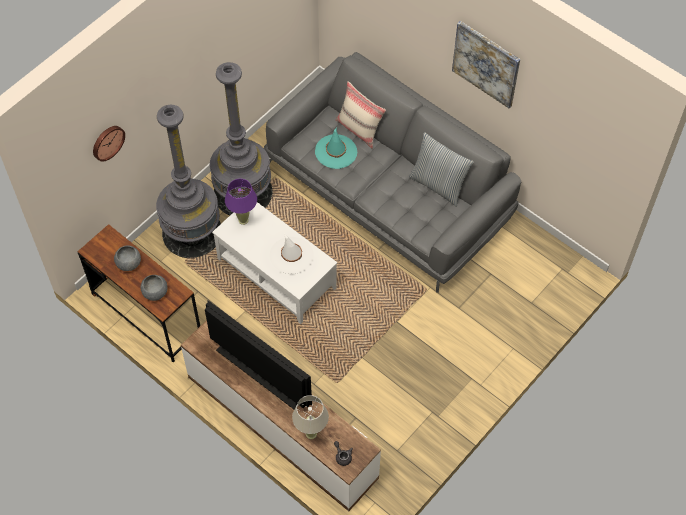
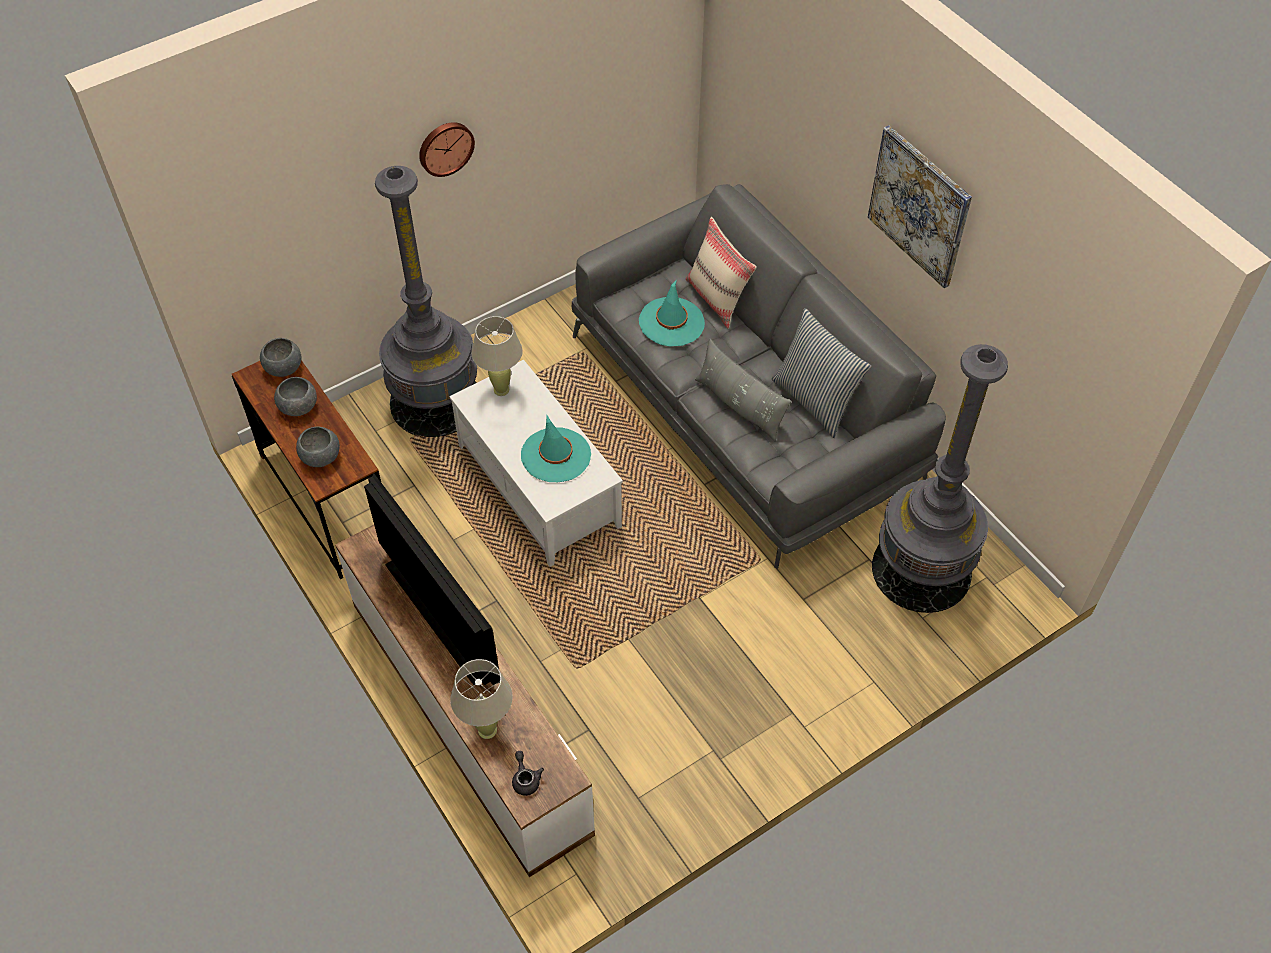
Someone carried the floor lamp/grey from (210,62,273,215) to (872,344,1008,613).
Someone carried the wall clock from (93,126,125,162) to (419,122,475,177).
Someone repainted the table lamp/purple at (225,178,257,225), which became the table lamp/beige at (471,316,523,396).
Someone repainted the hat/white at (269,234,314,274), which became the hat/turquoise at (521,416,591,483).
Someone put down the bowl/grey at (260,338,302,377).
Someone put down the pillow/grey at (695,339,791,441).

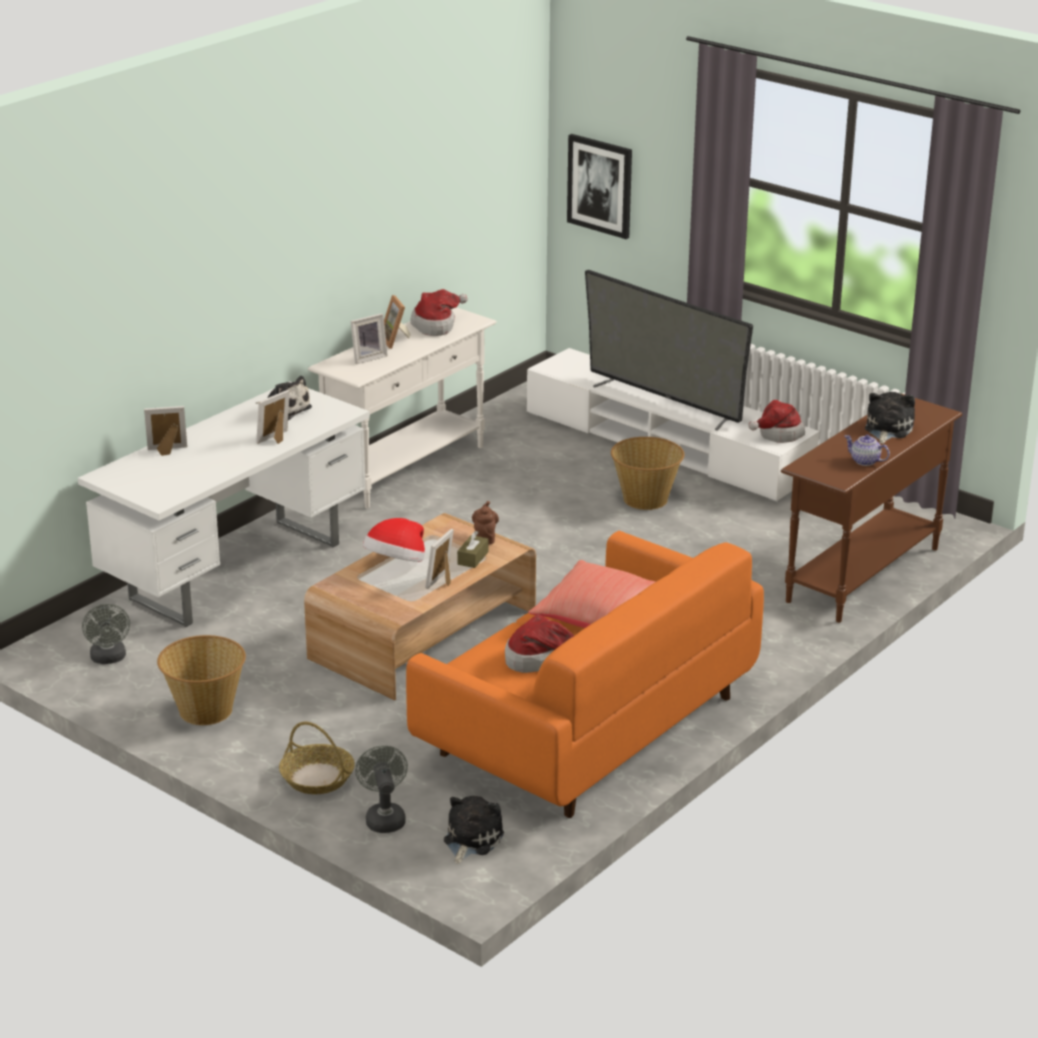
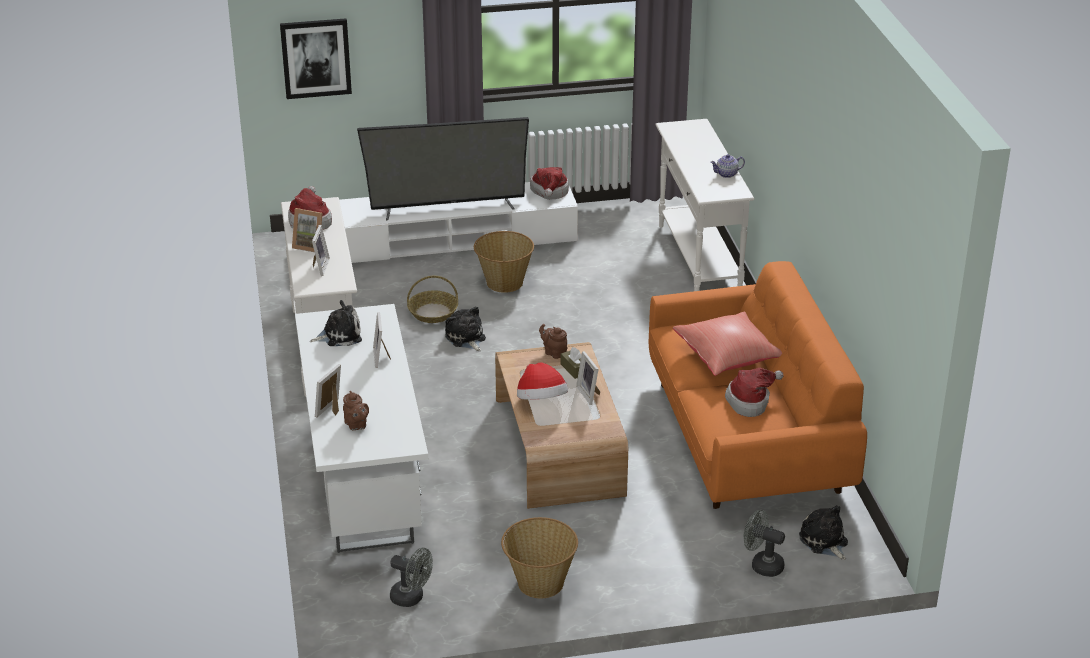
Someone carried the plush toy from (865,392,915,444) to (445,306,486,351).
Someone repainted the console table/brown at (781,394,962,623), which became the console table/white at (656,119,754,291).
Someone carried the basket from (279,722,355,794) to (407,276,458,323).
Someone put down the teapot/brown at (343,391,369,430).

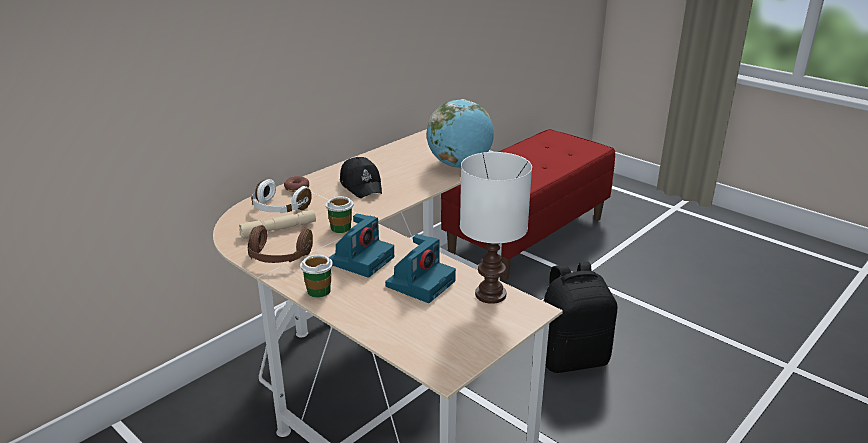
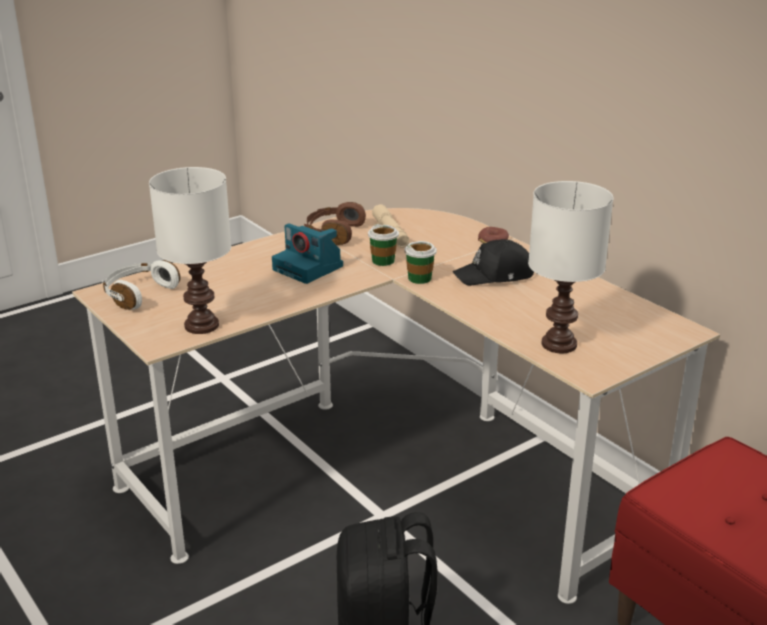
Someone swapped the globe at (427,99,494,168) for the table lamp/white at (528,181,614,353).
Someone carried the headphones/white from (251,179,312,213) to (102,260,180,310).
Someone took away the photo camera at (385,234,456,303).
Someone carried the cup from (300,254,333,298) to (404,241,437,284).

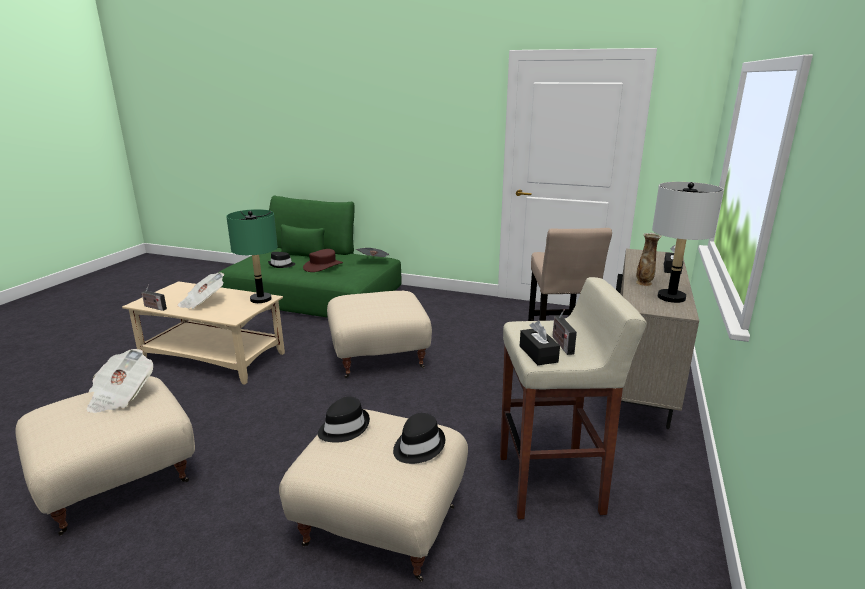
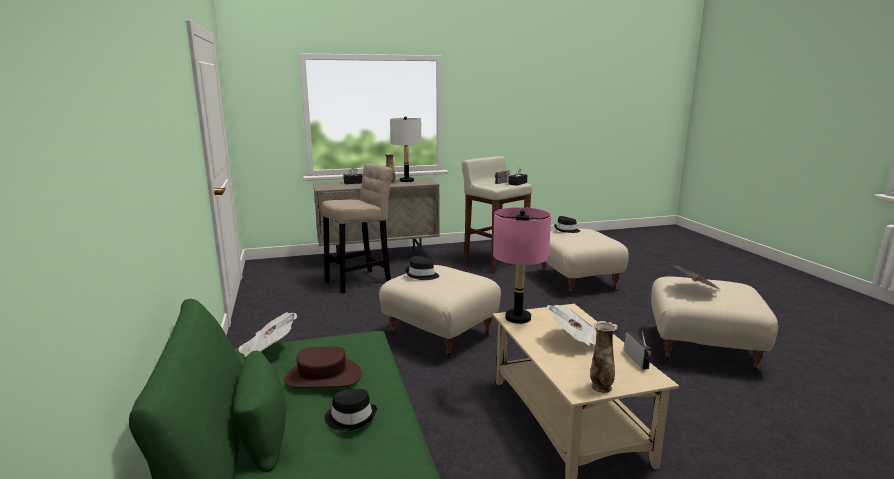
Someone repainted the table lamp/green at (226,209,278,303), which became the table lamp/pink at (493,207,551,324).
Someone carried the hat/black from (318,396,370,443) to (406,256,439,280).
Someone put down the vase at (590,321,618,393).

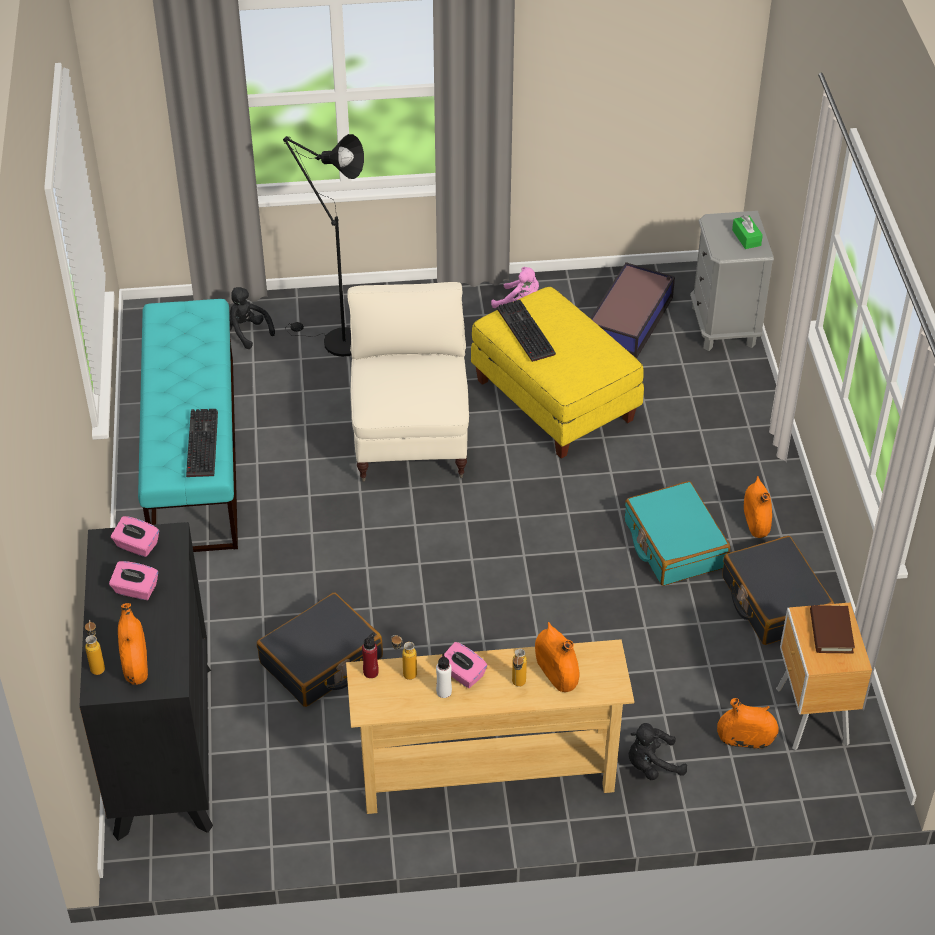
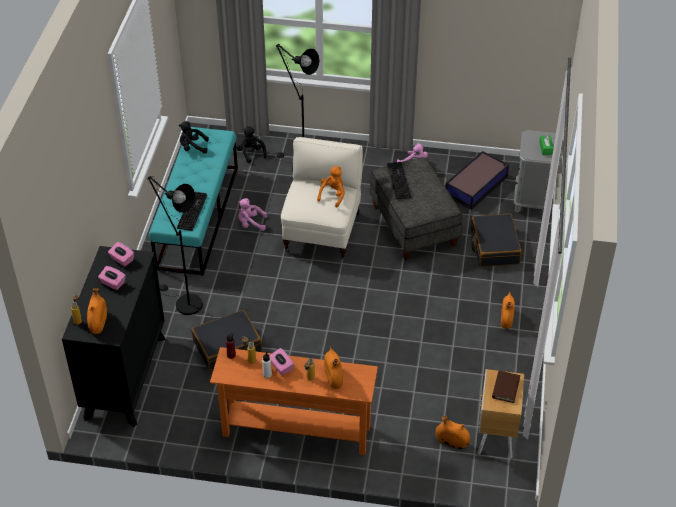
Someone repainted the ottoman/yellow at (471,287,644,459), which became the ottoman/grey at (370,157,463,260).
Someone took away the suitcase/turquoise at (625,481,730,586).
Someone carried the suitcase/black from (722,536,834,645) to (471,214,522,267).
Someone repainted the console table/beige at (346,639,634,814), which became the console table/orange at (210,347,378,455).
Someone carried the plush toy/black from (629,723,687,780) to (179,121,209,154).
Someone put down the plush toy/orange at (317,166,345,208).
Someone put down the floor lamp/black at (147,176,203,315).
Someone put down the plush toy/pink at (238,198,267,231).

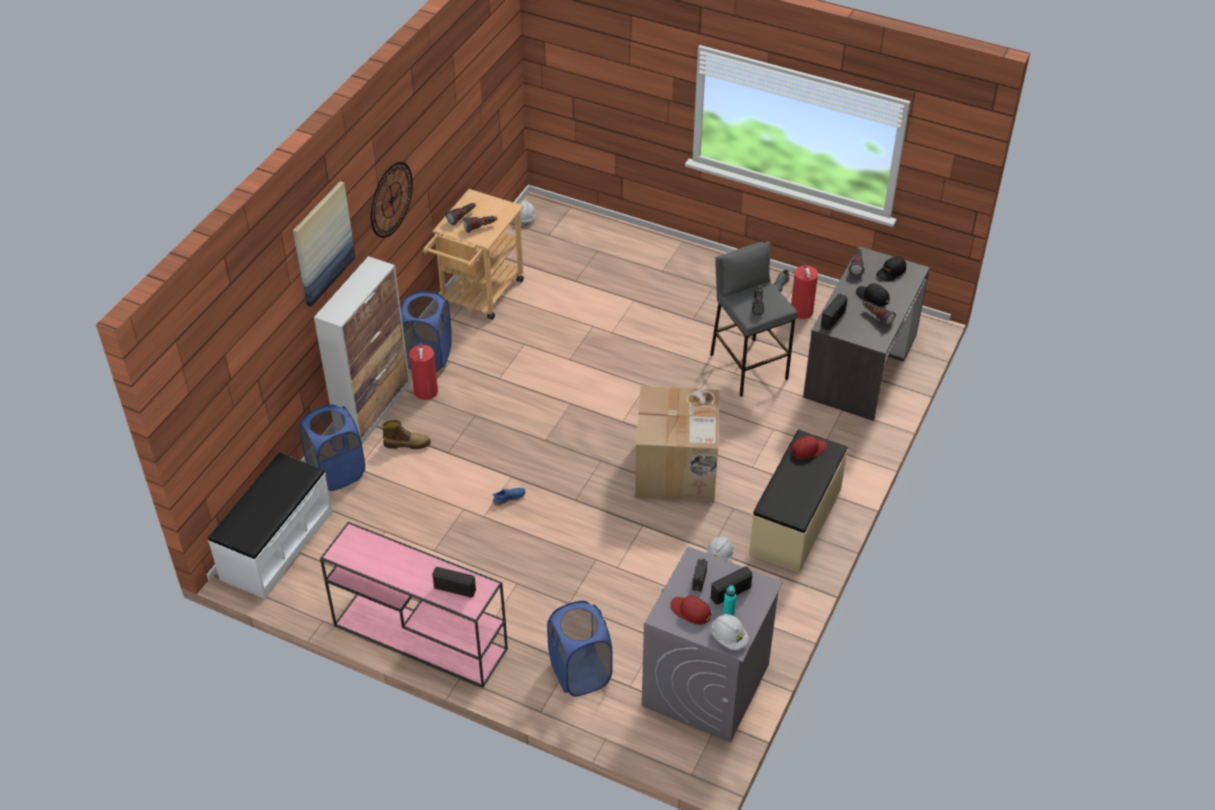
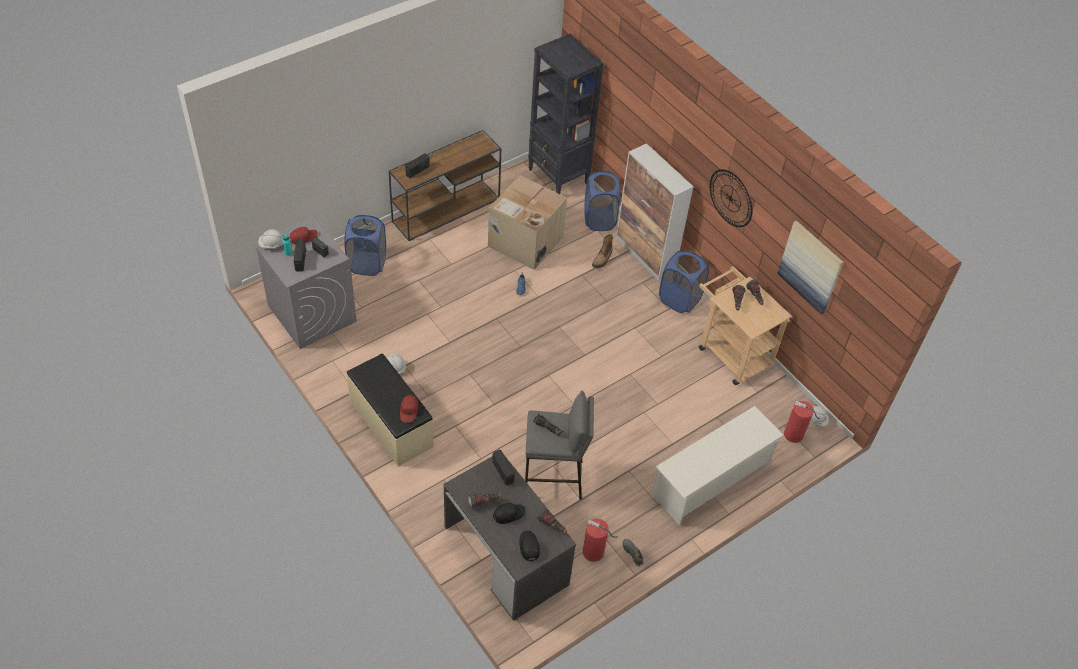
Someone carried the picture from (293,181,356,307) to (777,221,843,315).
Someone carried the fire extinguisher from (409,342,438,400) to (784,401,820,443).
Someone carried the cardboard box from (635,386,720,502) to (488,175,567,270).
Someone swapped the bench/white at (208,453,333,599) for the bookcase/black at (528,34,604,194).
Someone repainted the console table/pink at (320,522,508,688), which became the console table/brown at (389,130,501,241).
Someone put down the shoe rack/white at (651,406,784,525).

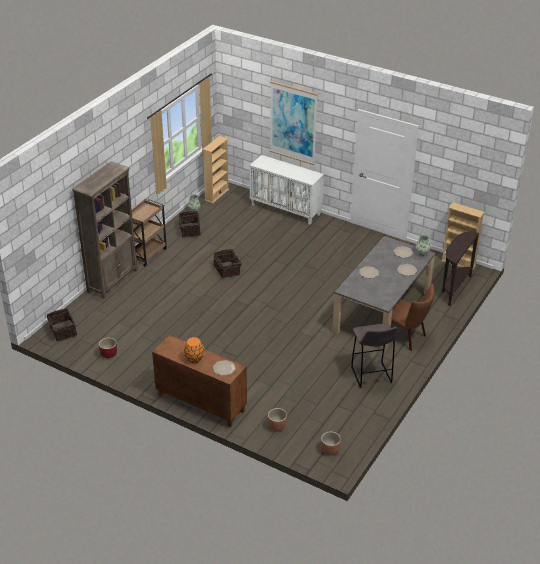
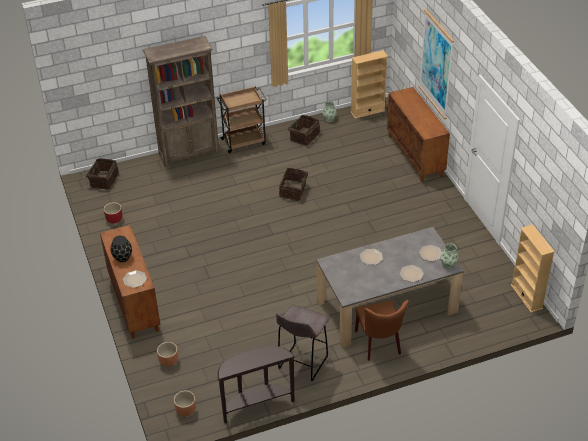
Someone repainted the cabinet/white at (250,155,324,225), which became the cabinet/brown at (387,87,450,182).
Someone carried the console table/brown from (442,232,479,306) to (218,346,295,423).
Someone repainted the vase/orange at (184,337,204,363), which became the vase/black at (110,236,132,262).

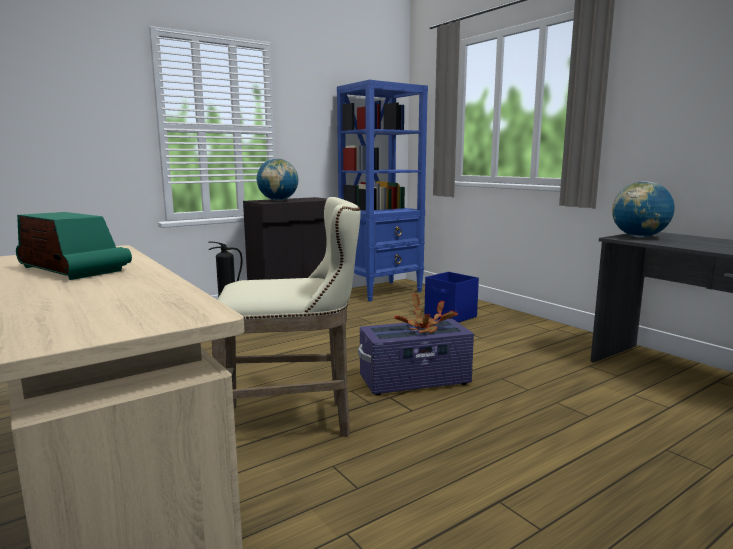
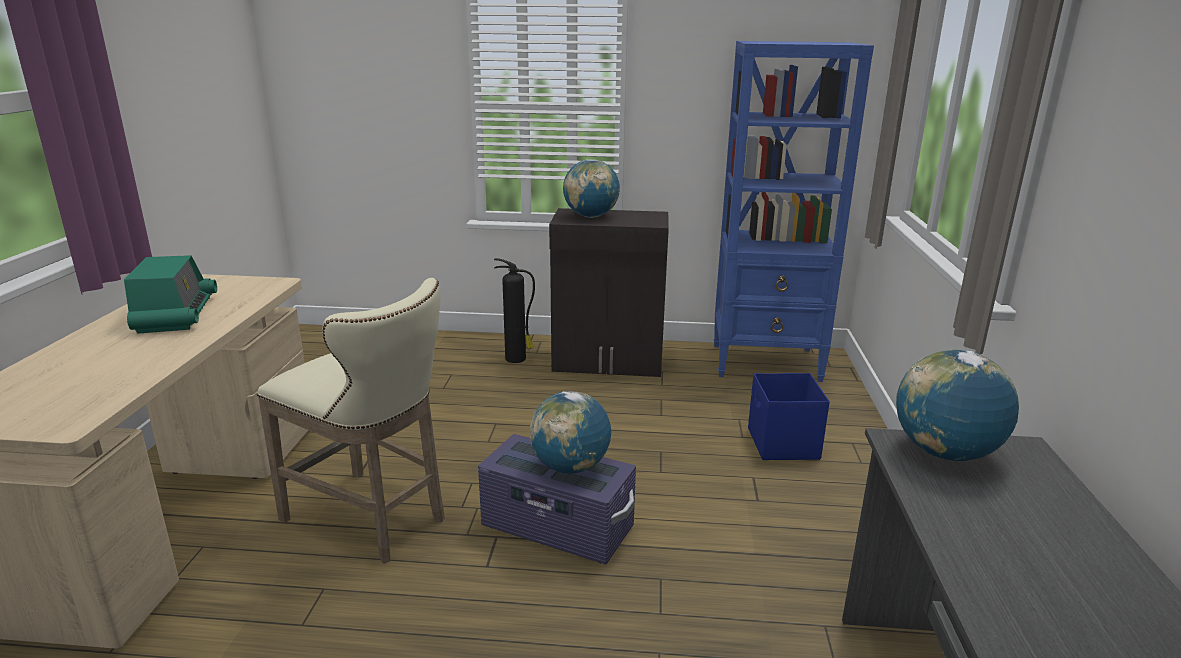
Someone swapped the potted plant at (394,293,458,333) for the globe at (529,391,611,474).

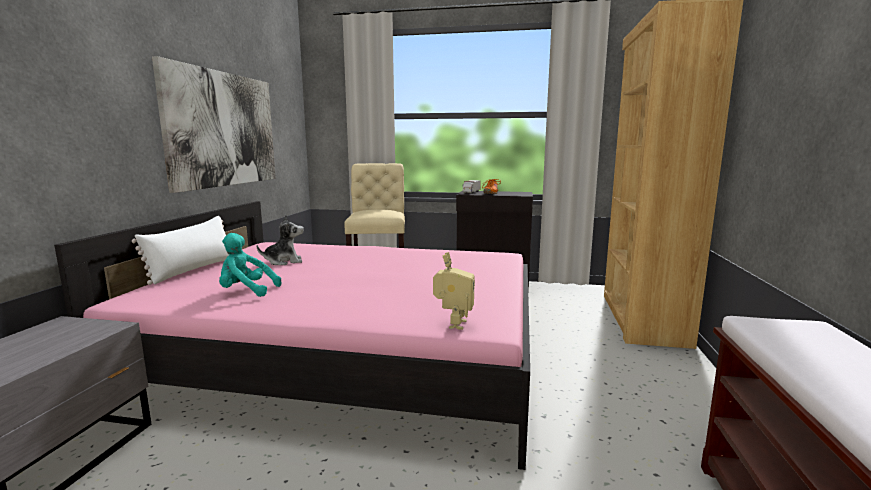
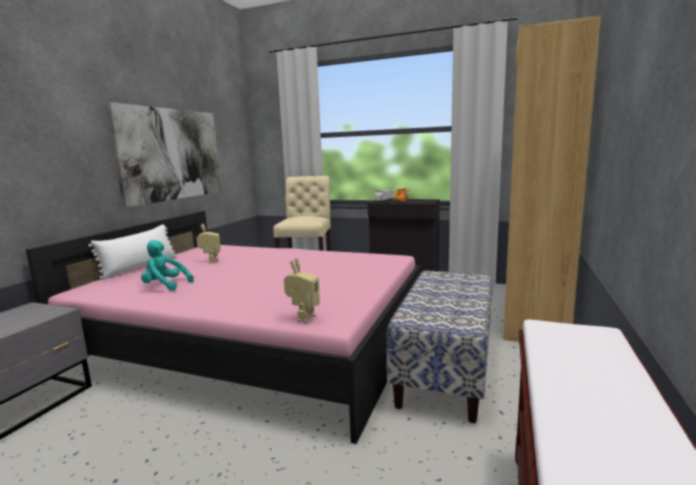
Someone swapped the plush toy at (257,215,304,265) for the toy robot at (196,224,221,263).
Someone put down the bench at (386,270,493,423).

